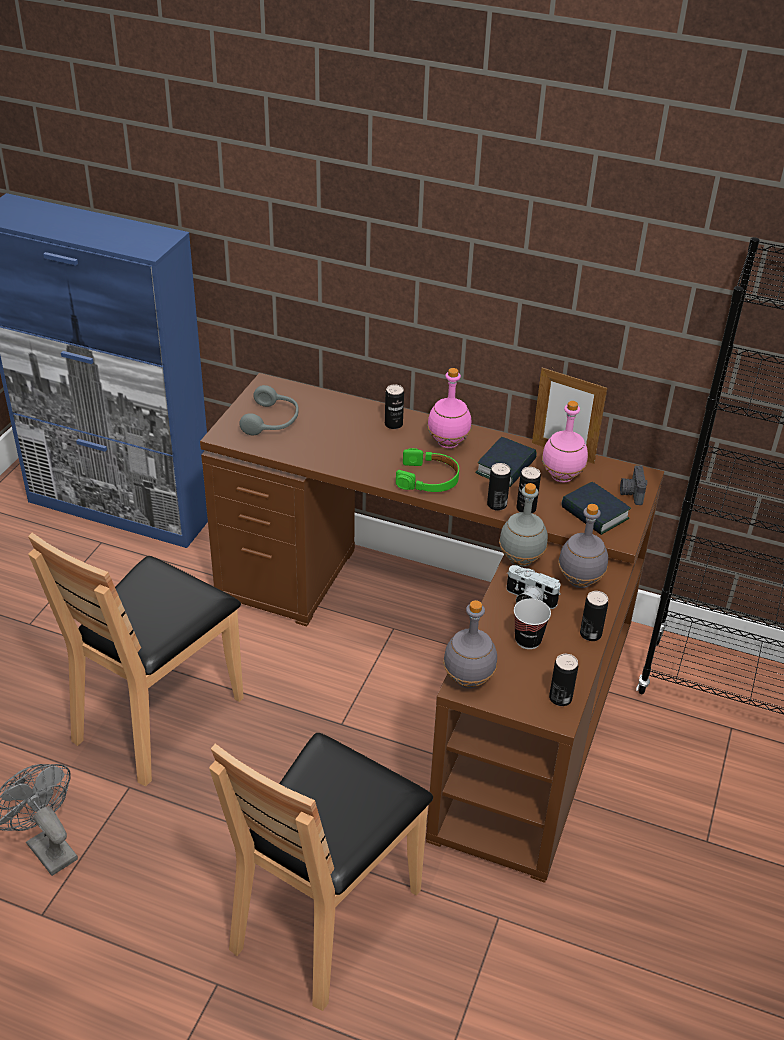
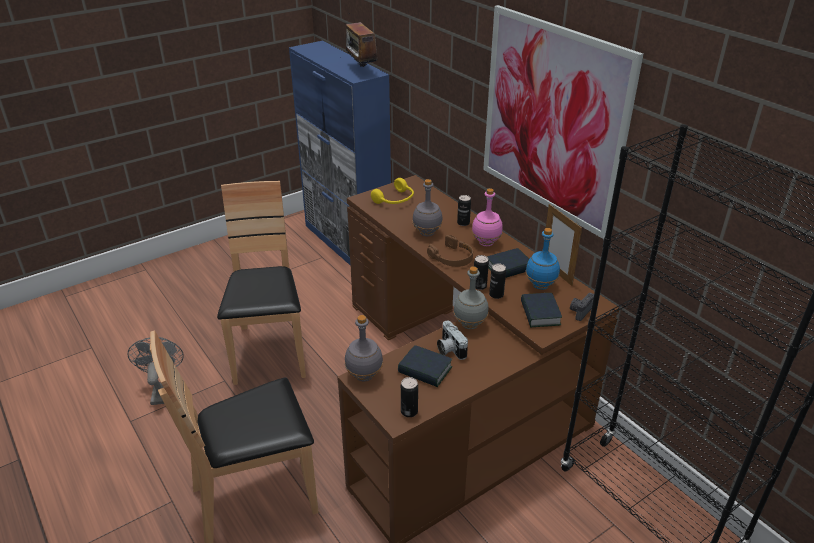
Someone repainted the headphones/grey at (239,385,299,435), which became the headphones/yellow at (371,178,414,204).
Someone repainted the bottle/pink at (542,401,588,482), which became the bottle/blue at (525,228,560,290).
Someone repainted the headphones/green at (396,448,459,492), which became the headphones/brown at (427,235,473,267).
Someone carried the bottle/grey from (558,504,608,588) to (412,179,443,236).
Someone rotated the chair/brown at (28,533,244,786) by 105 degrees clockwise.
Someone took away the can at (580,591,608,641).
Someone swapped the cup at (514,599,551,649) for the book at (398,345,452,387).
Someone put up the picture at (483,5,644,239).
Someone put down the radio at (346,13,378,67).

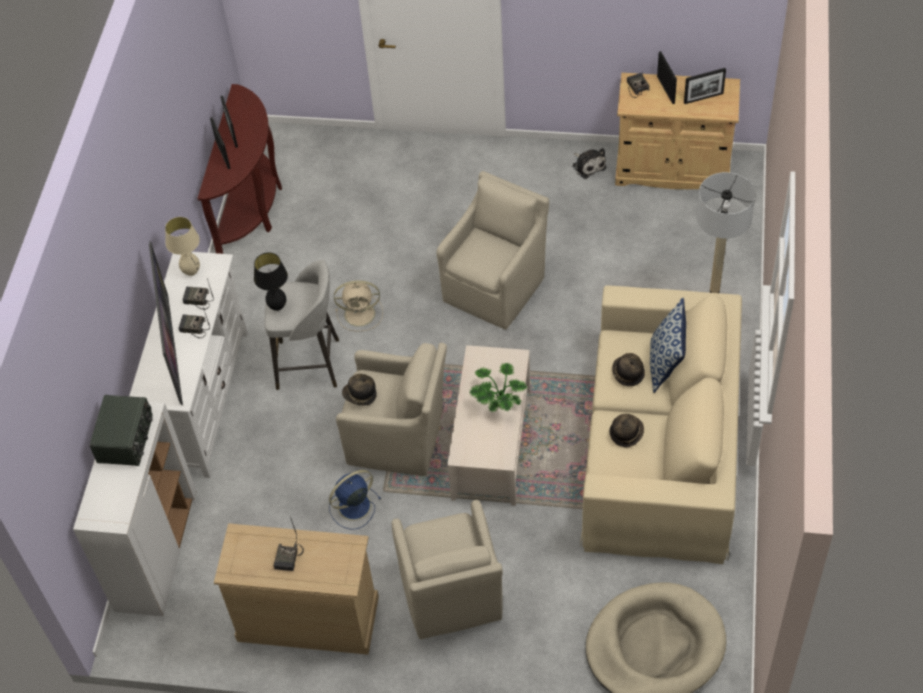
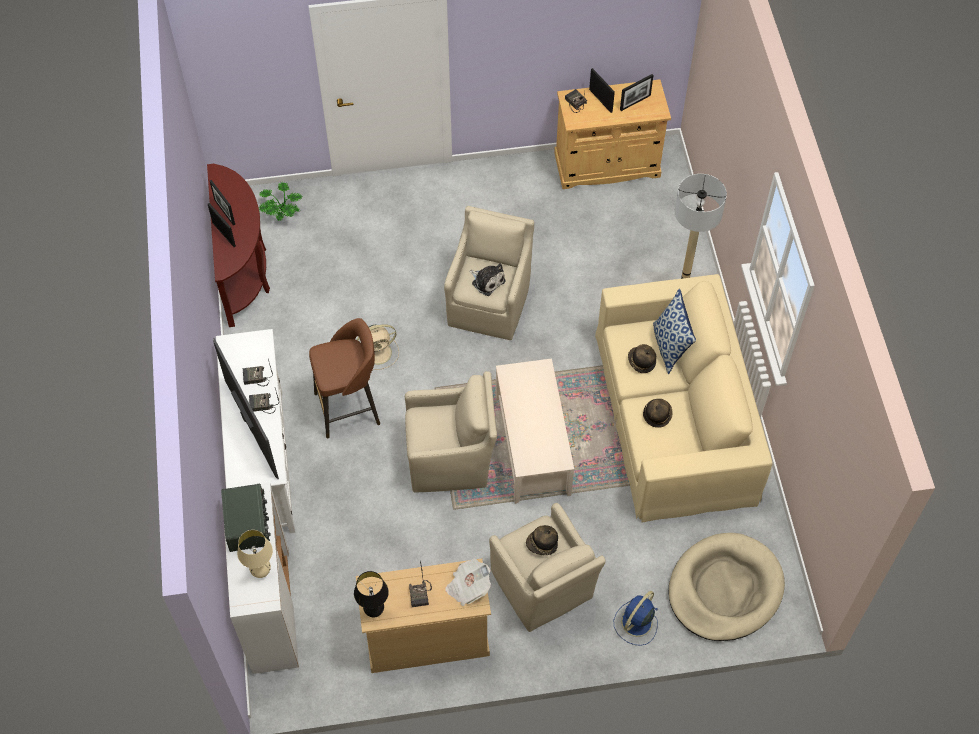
Someone carried the plush toy from (573,148,606,179) to (469,263,506,296).
Someone carried the table lamp/beige from (165,217,200,276) to (237,530,273,578).
Someone carried the table lamp/black from (254,253,288,311) to (354,571,389,617).
Someone repainted the stool/grey at (264,260,339,390), which became the stool/brown at (309,318,380,438).
Someone carried the potted plant from (469,362,527,412) to (259,182,302,221).
Someone carried the hat from (342,374,377,406) to (526,525,558,555).
Someone carried the fan/blue from (329,470,381,529) to (614,591,658,646).
Someone put down the newspaper at (445,559,491,606).

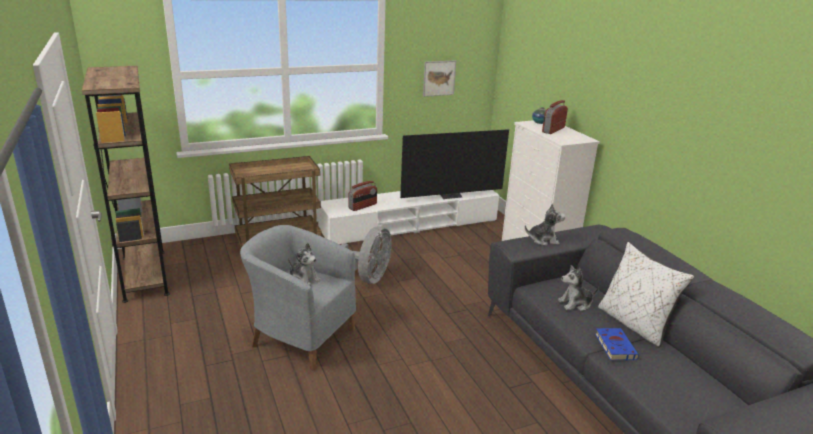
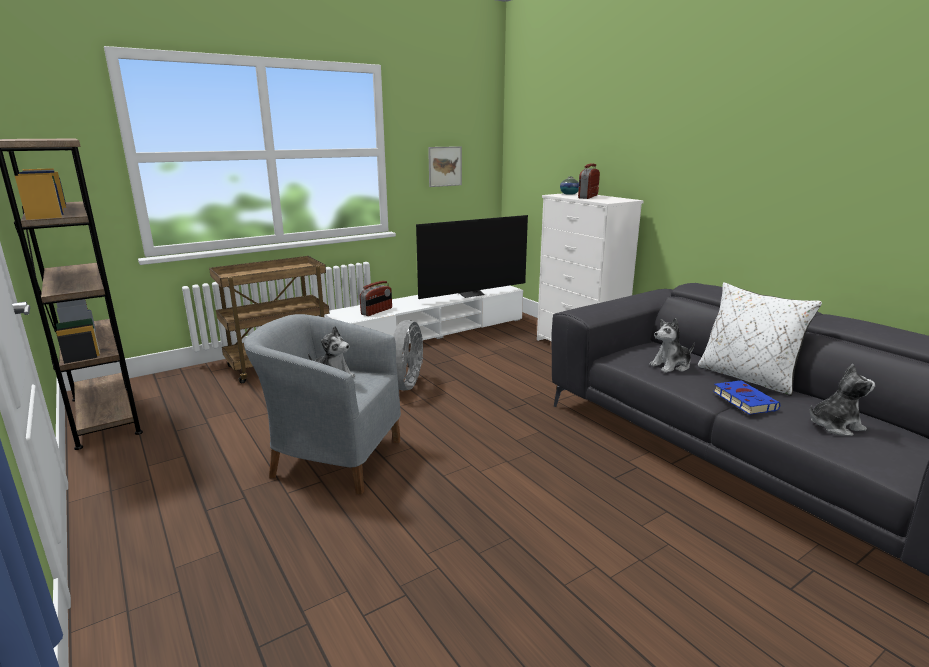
Someone carried the plush toy from (525,203,566,246) to (810,364,875,436).

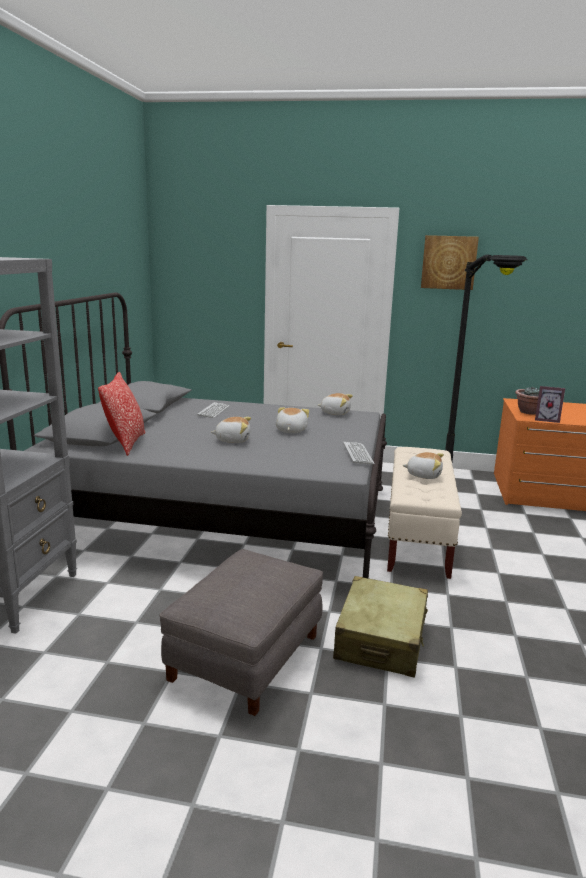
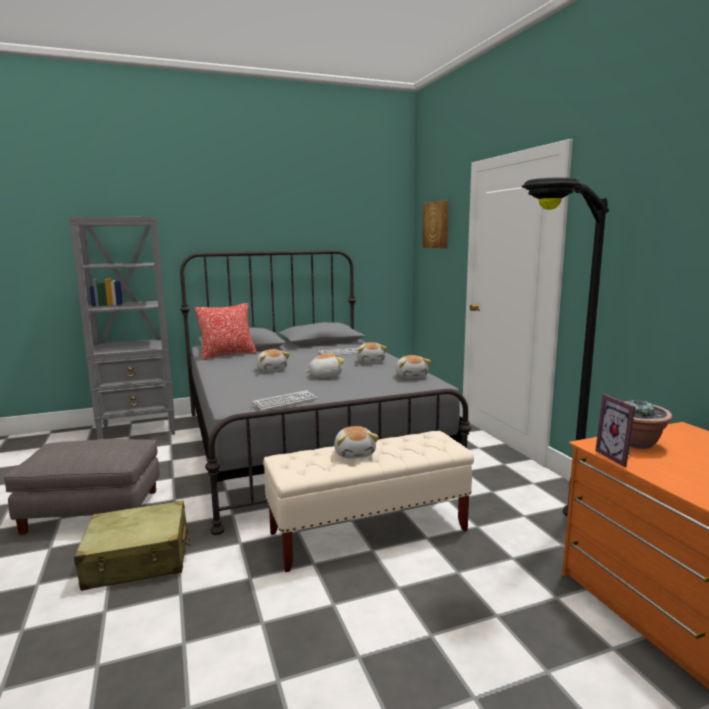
Someone carried the picture from (421,235,479,290) to (422,200,448,248).
Someone put down the plush toy at (357,342,387,363).

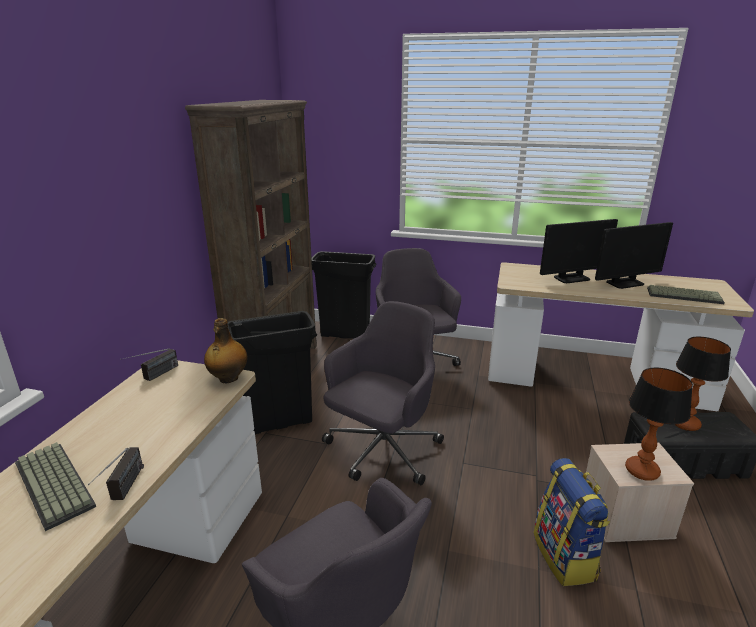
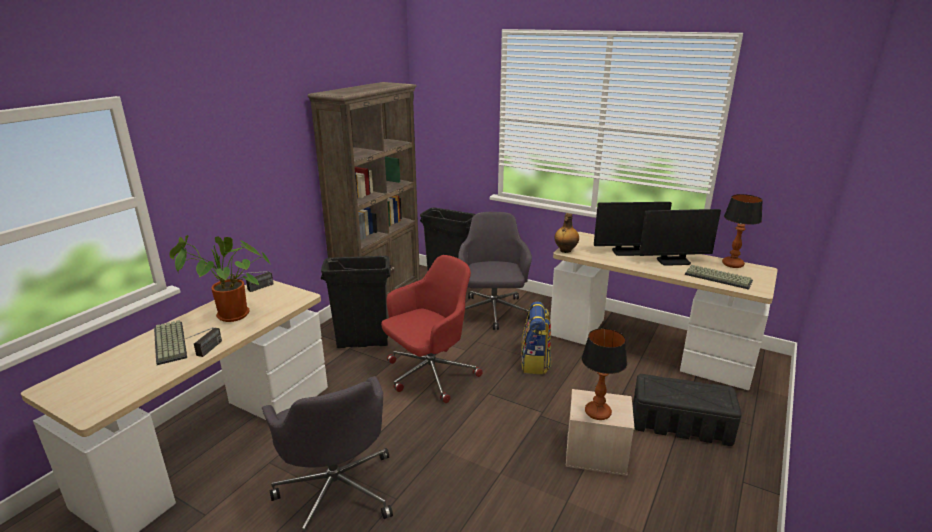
Someone repainted the office chair/grey at (322,301,444,485), which became the office chair/red at (381,255,483,403).
Someone carried the bottle from (204,318,247,383) to (554,213,579,253).
Someone carried the table lamp from (675,336,731,431) to (722,194,763,268).
Someone carried the backpack from (534,458,610,586) to (521,301,551,374).
Someone put down the potted plant at (170,235,271,322).

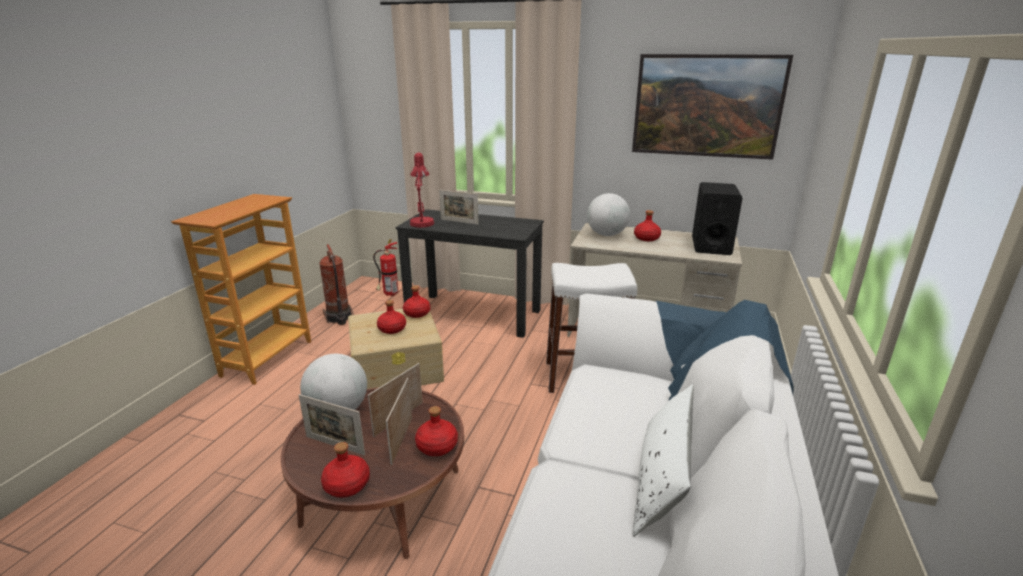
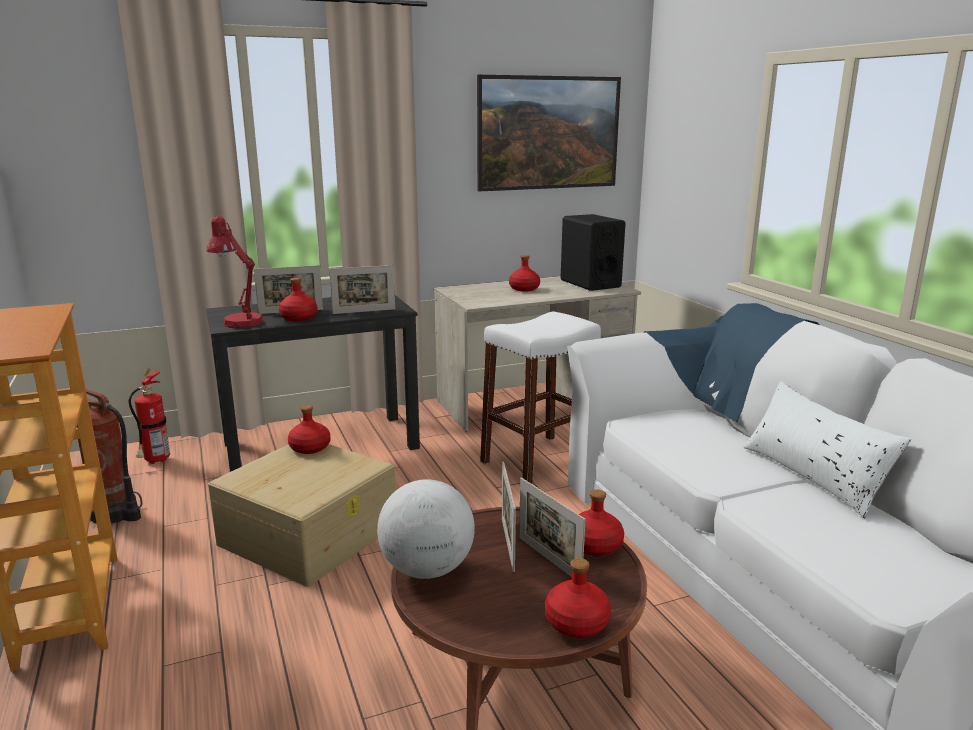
Someone took away the globe at (587,193,630,236).
Someone carried the bottle/red from (377,300,406,334) to (279,277,317,321).
Someone carried the picture frame from (299,394,365,455) to (329,265,395,314).

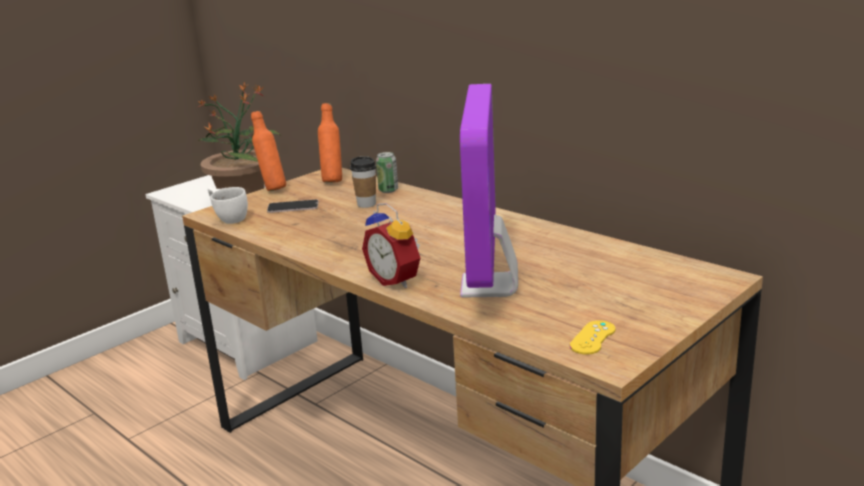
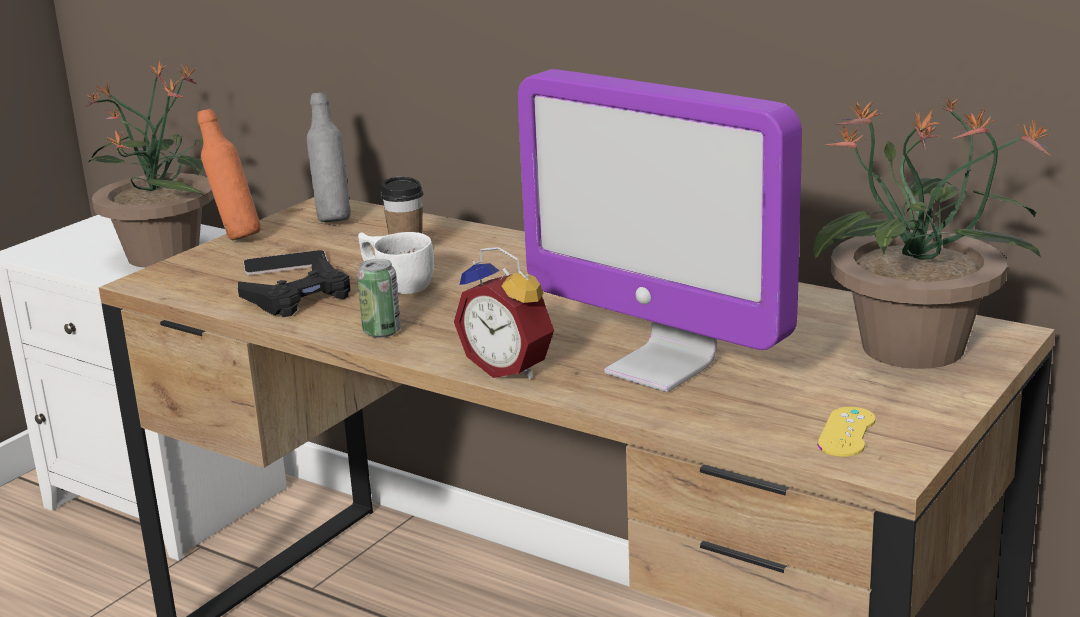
Someone rotated the monitor at (460,84,518,297) by 45 degrees counterclockwise.
Someone repainted the bottle/orange at (318,103,342,183), which became the bottle/grey at (307,93,351,222).
Someone carried the can from (376,152,398,193) to (357,259,401,338).
Someone carried the cup/white from (207,186,248,224) to (358,232,434,294).
Someone put down the potted plant at (813,97,1050,369).
Someone put down the game controller/black at (238,258,350,317).

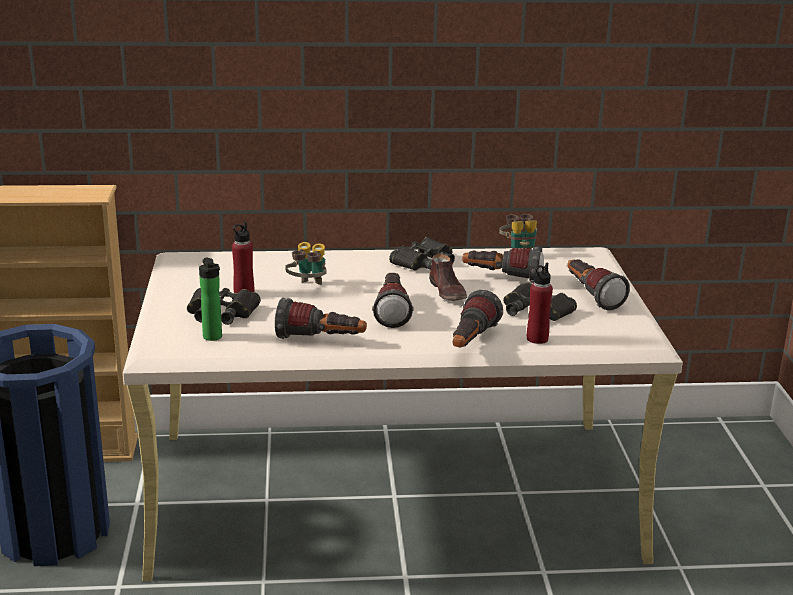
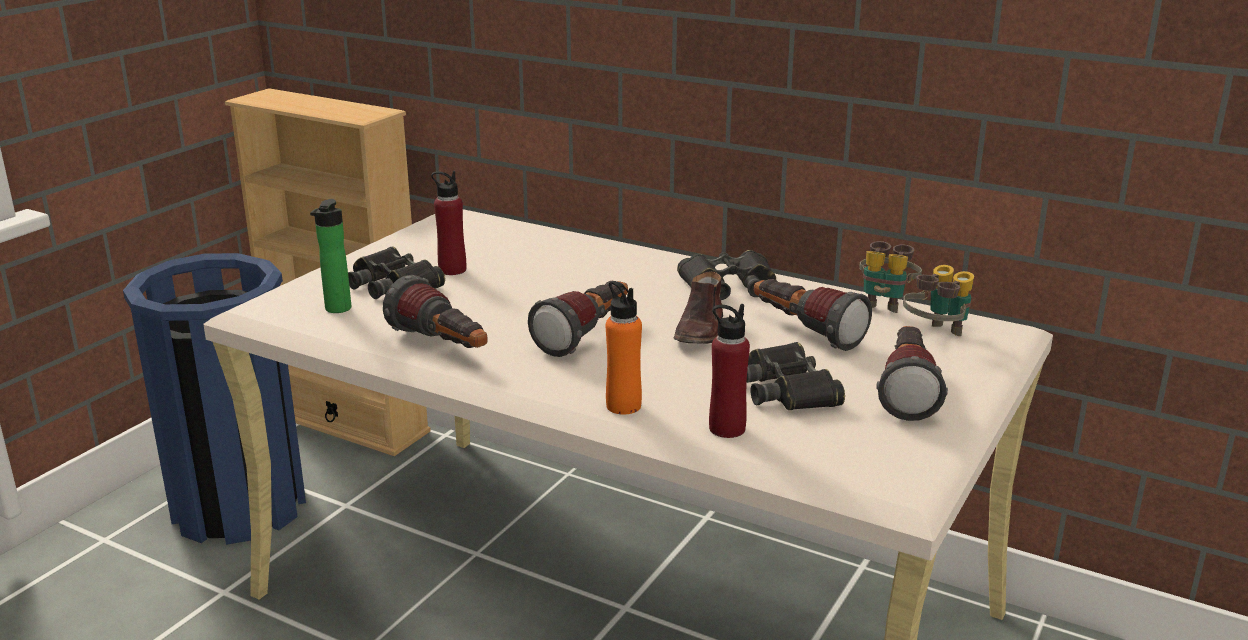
Someone carried the binoculars from (285,242,327,285) to (903,265,974,336).
Someone swapped the flashlight at (453,290,503,347) for the bottle/orange at (606,281,642,415).

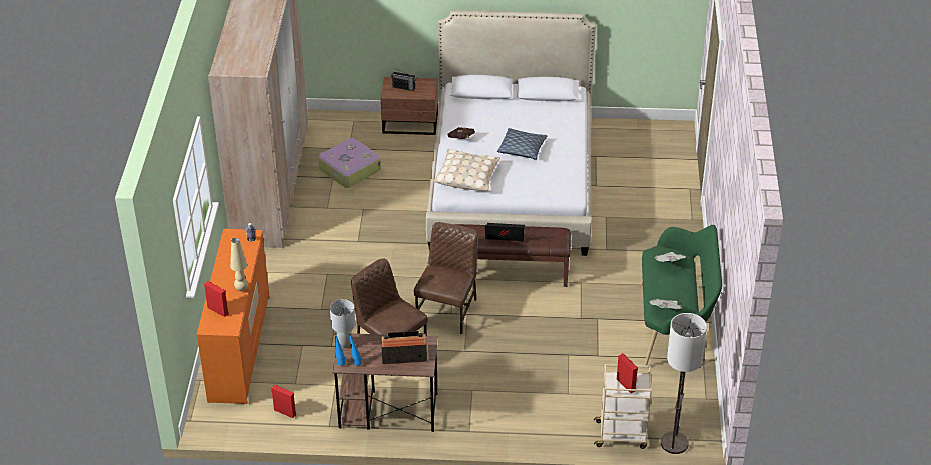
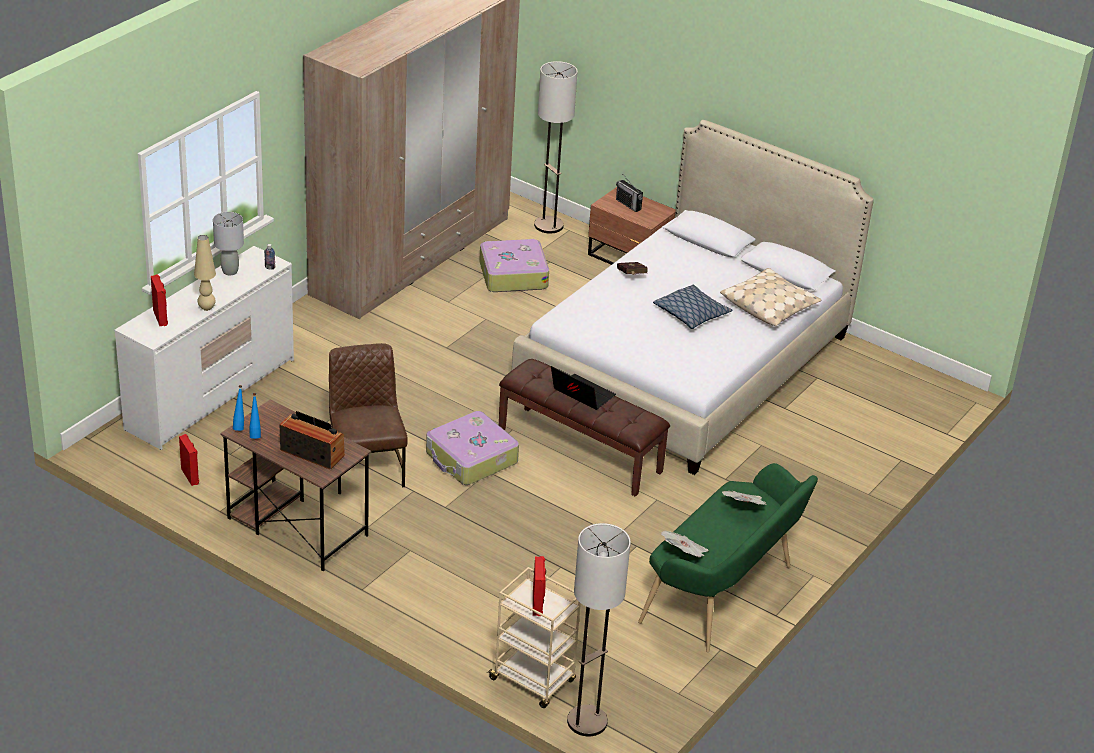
Someone carried the pillow/beige from (433,149,500,191) to (720,268,821,326).
Someone swapped the chair/brown at (414,222,477,334) for the suitcase at (426,411,519,485).
Someone repainted the dresser/orange at (197,229,270,404), which became the dresser/white at (114,246,294,450).
Someone carried the table lamp/grey from (330,299,355,348) to (213,212,244,275).
Someone put down the floor lamp at (534,61,578,233).

